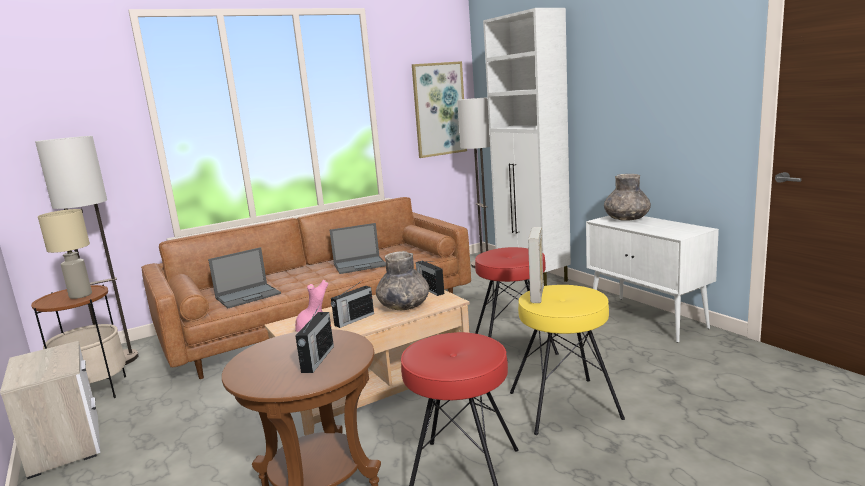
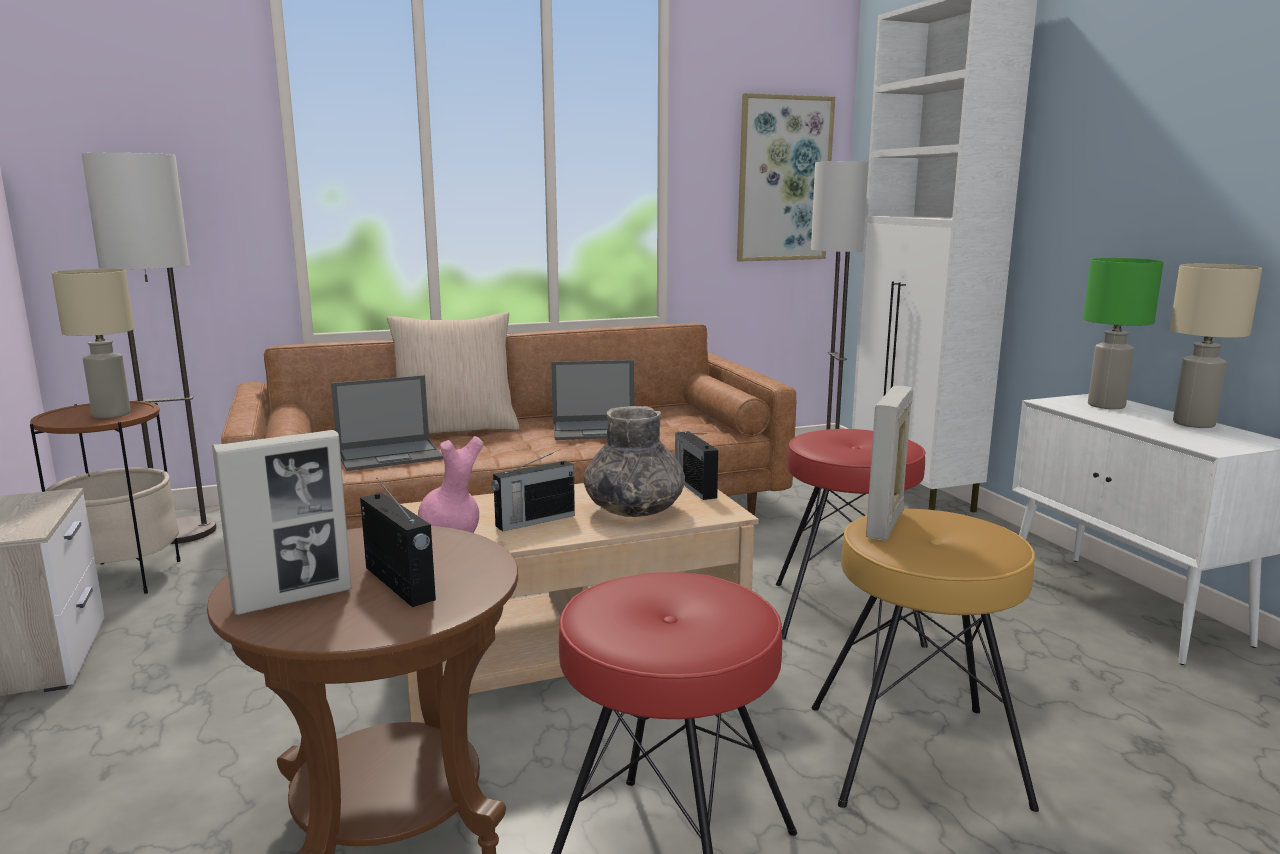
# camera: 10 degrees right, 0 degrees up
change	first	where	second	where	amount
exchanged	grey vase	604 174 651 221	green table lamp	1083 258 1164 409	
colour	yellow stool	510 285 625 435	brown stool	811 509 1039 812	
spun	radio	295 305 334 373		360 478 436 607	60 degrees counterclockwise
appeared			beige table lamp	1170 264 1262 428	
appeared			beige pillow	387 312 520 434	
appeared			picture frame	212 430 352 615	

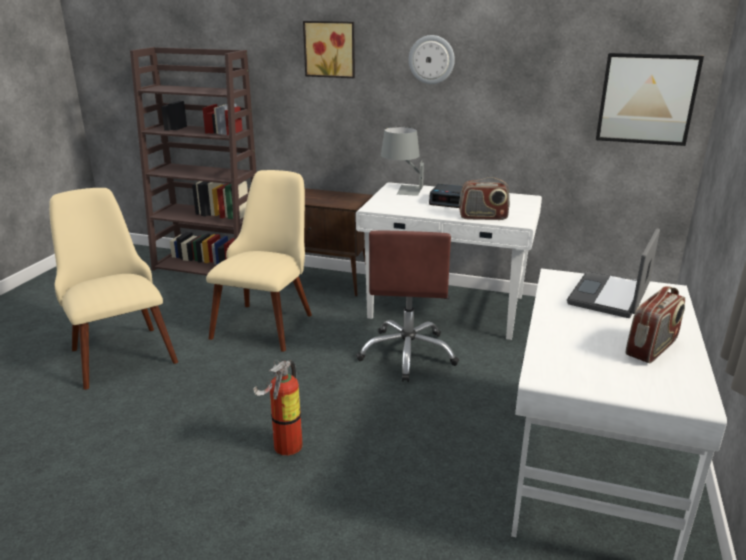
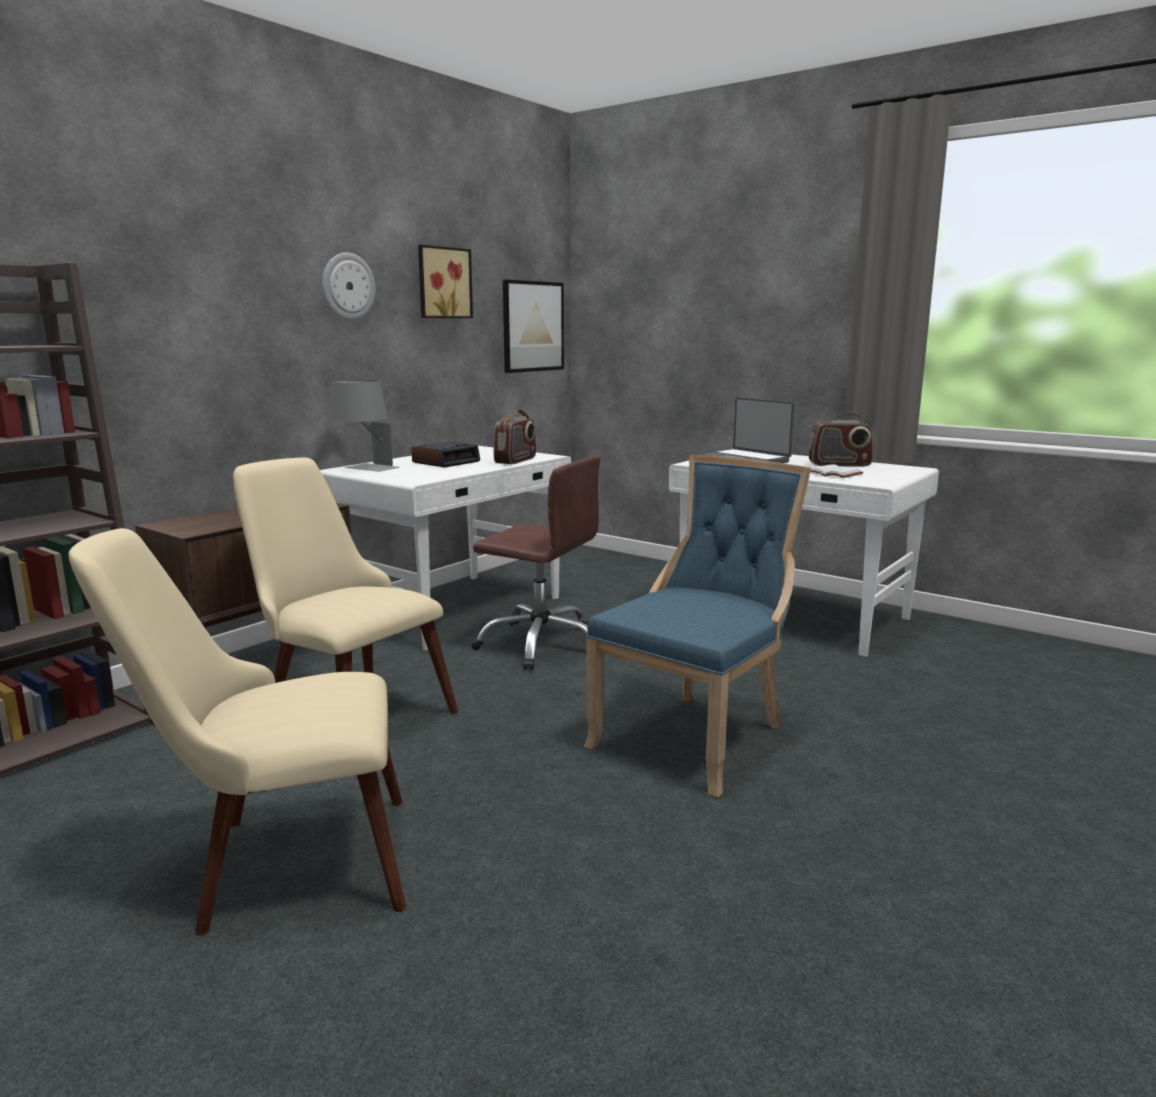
# camera: 70 degrees left, 10 degrees down
change	first	where	second	where	amount
relocated	picture	303 21 355 78		418 245 473 318	
spun	radio	625 286 685 364		809 413 874 467	120 degrees clockwise
exchanged	fire extinguisher	253 360 303 456	blue chair	584 455 811 797	
appeared			white book	810 464 864 478	

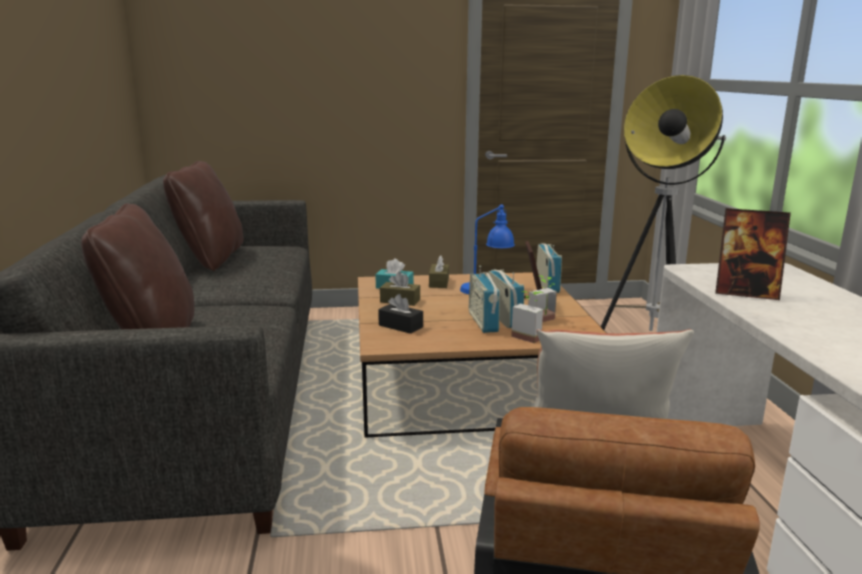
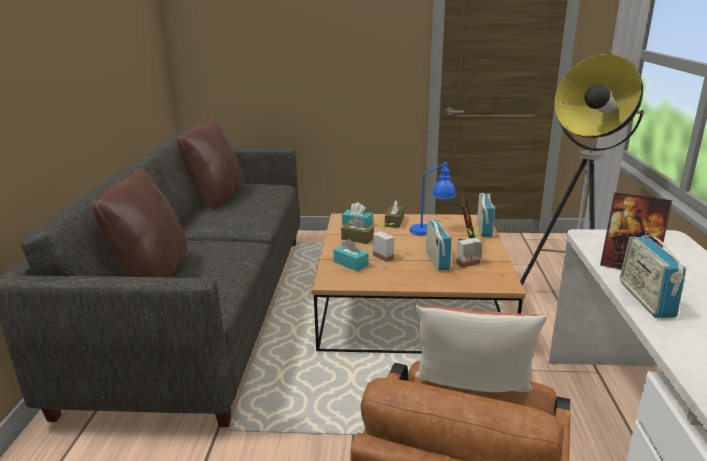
# camera: 10 degrees right, 5 degrees up
change	first	where	second	where	amount
relocated	radio	469 266 500 333		620 228 686 318	
relocated	potted plant	511 291 543 343		373 222 394 262	
colour	black tissue box	378 294 423 334	turquoise tissue box	334 239 368 271	

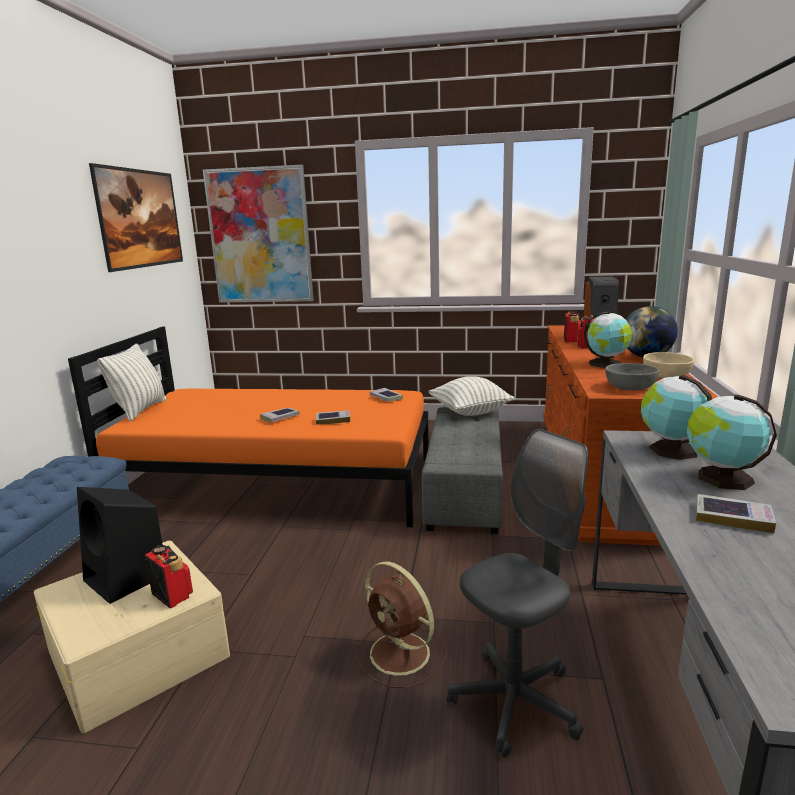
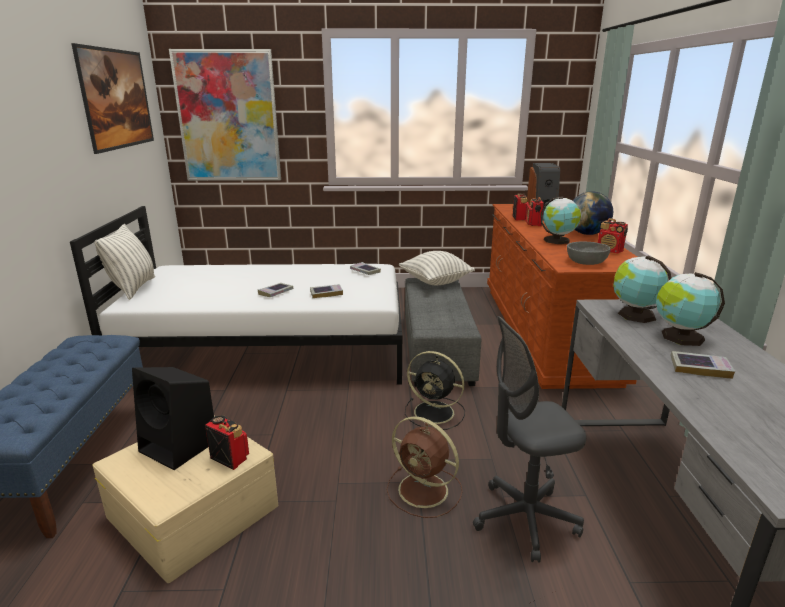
# camera: 10 degrees left, 5 degrees up
change	first	where	second	where	amount
colour	orange bed	68 327 429 527	white bed	70 206 402 385	
exchanged	beige bowl	643 352 694 378	radio	598 218 628 253	
spun	grey office chair	447 429 588 758		473 316 586 563	150 degrees counterclockwise
appeared			black fan	405 351 465 430	

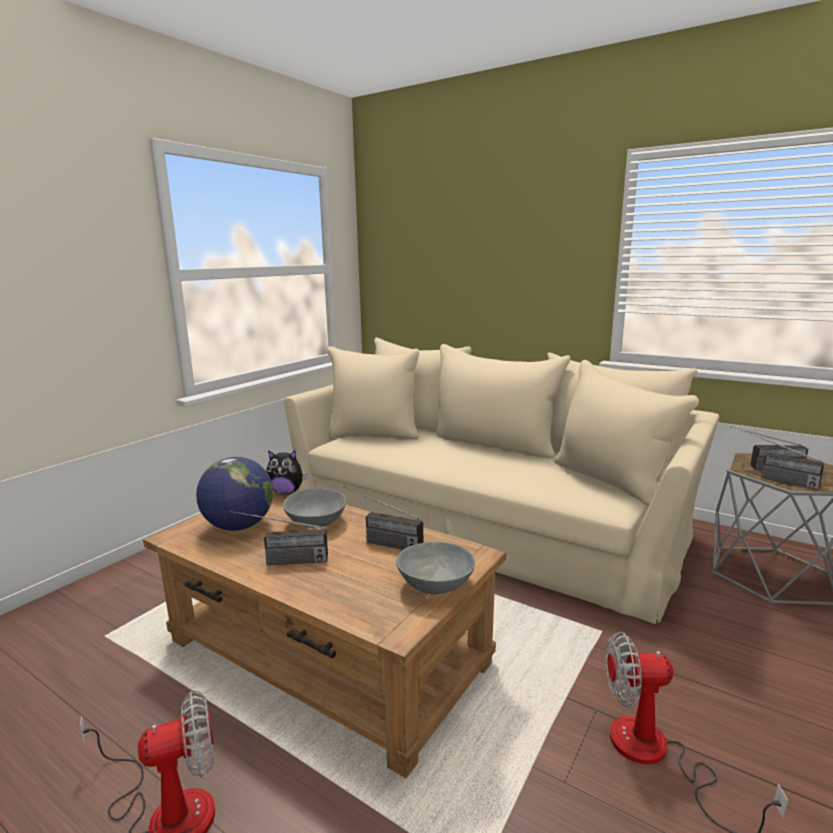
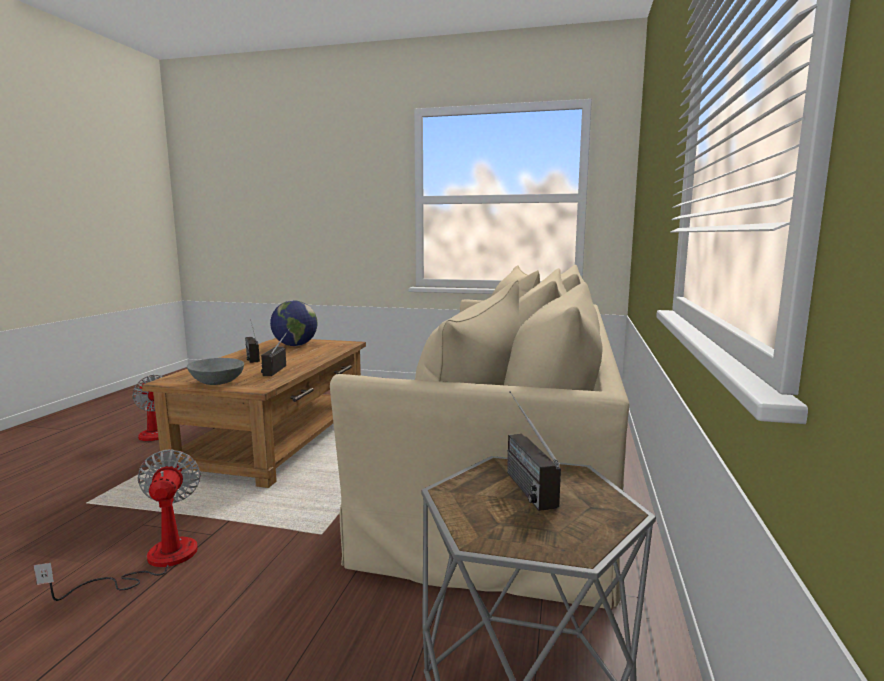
# camera: 70 degrees right, 5 degrees down
change	first	where	second	where	amount
missing	radio	741 429 824 490			
missing	plush toy	266 450 308 495			
missing	grey bowl	283 488 346 528			

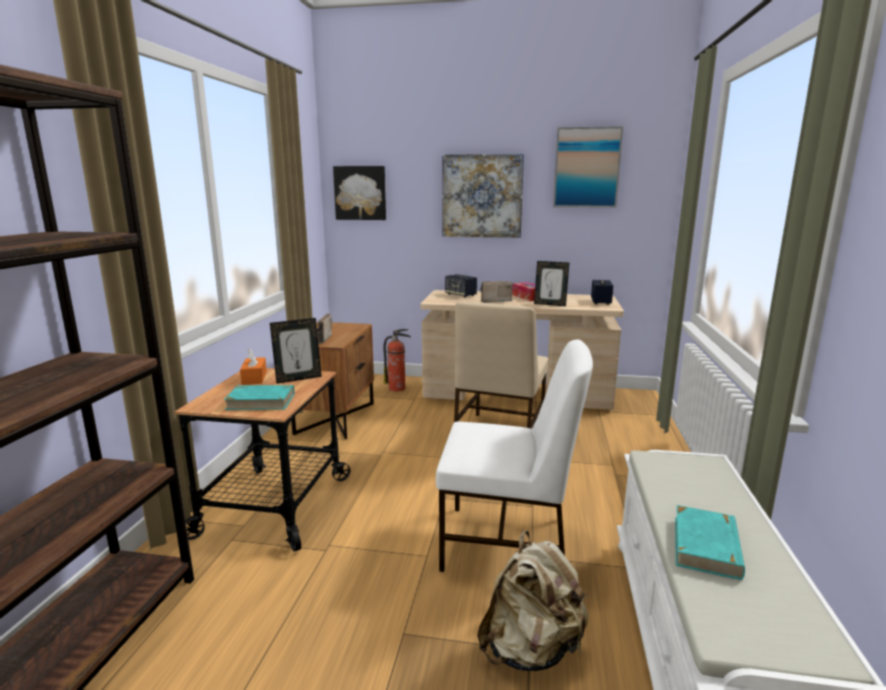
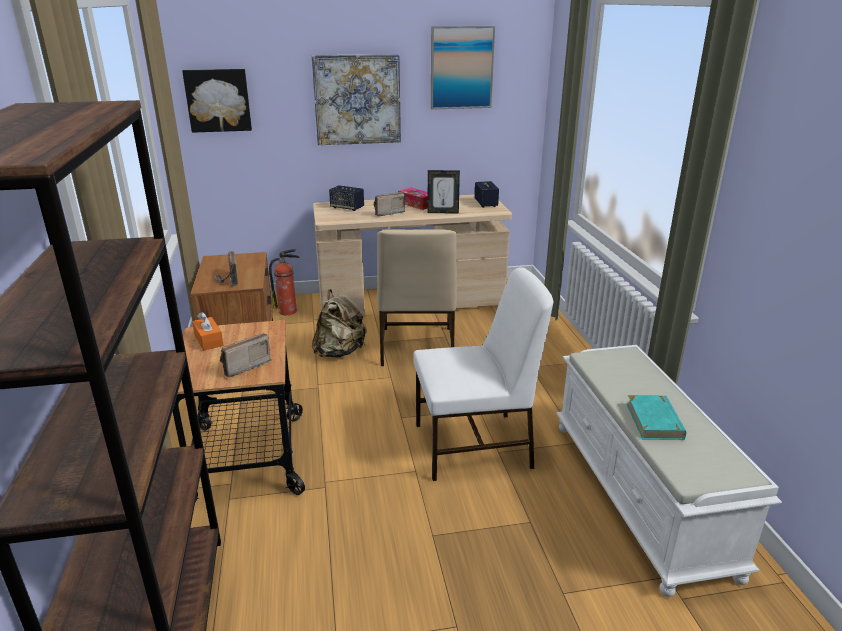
# camera: 20 degrees left, 10 degrees up
change	first	where	second	where	amount
missing	picture frame	270 318 322 384			
exchanged	turquoise book	224 385 294 410	radio	220 333 272 377	
relocated	beige backpack	477 531 588 671		312 289 367 358	

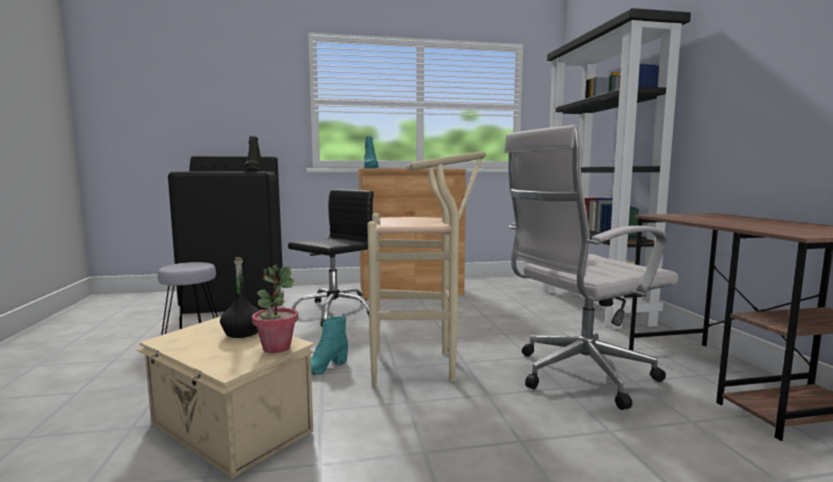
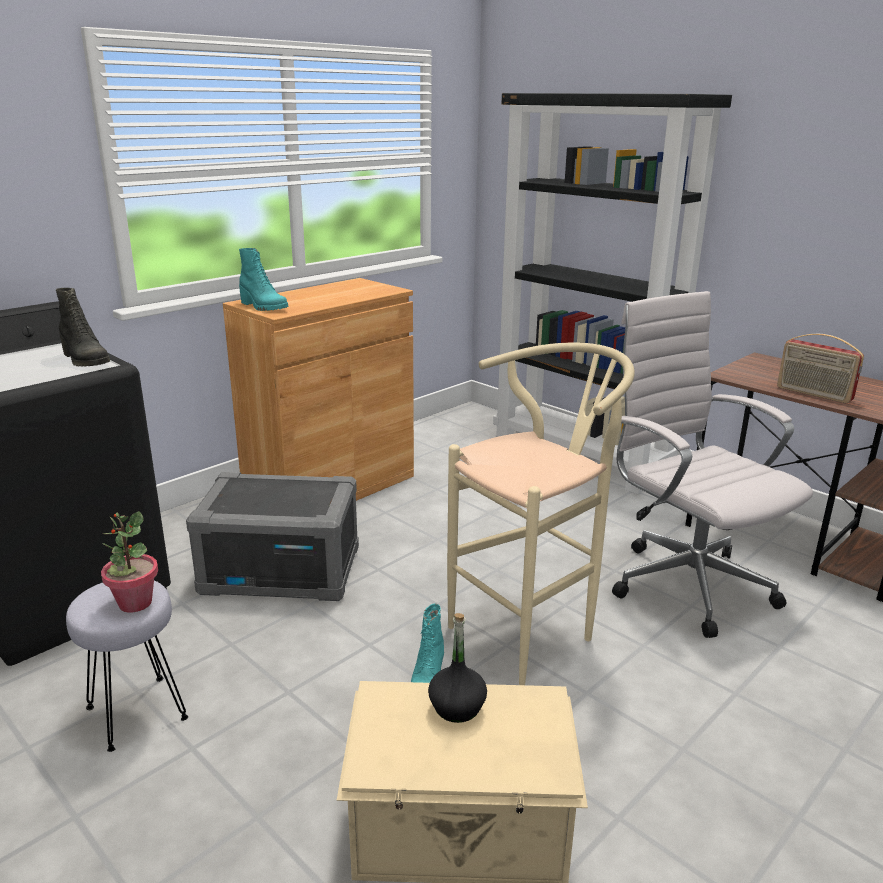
# camera: 35 degrees left, 15 degrees up
change	first	where	second	where	amount
spun	white office chair	504 125 678 410		612 291 813 638	120 degrees clockwise
exchanged	black office chair	288 190 374 326	grey storage box	186 472 359 601	
relocated	potted plant	252 265 298 353		101 511 158 613	
appeared			radio	777 334 864 403	

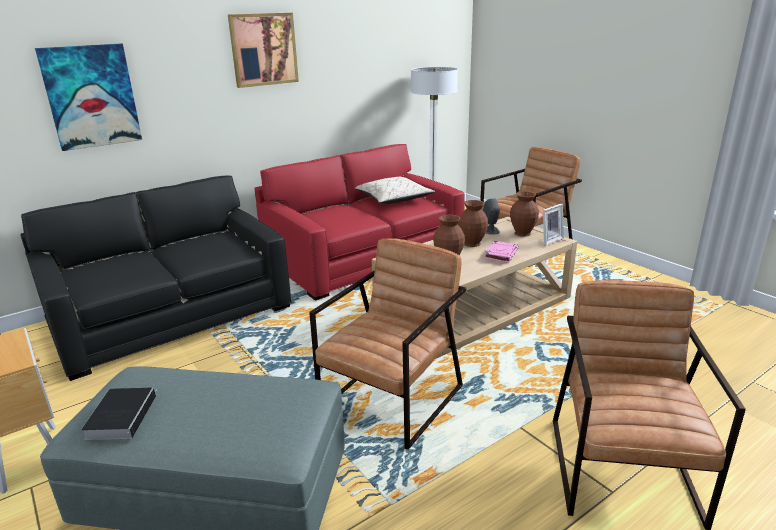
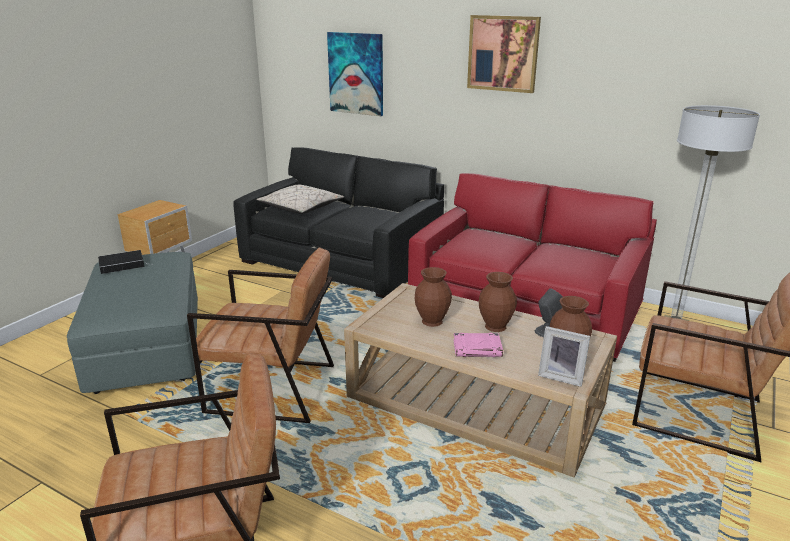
# camera: 65 degrees right, 0 degrees up
change	first	where	second	where	amount
relocated	beige pillow	355 177 435 204		256 185 344 214	

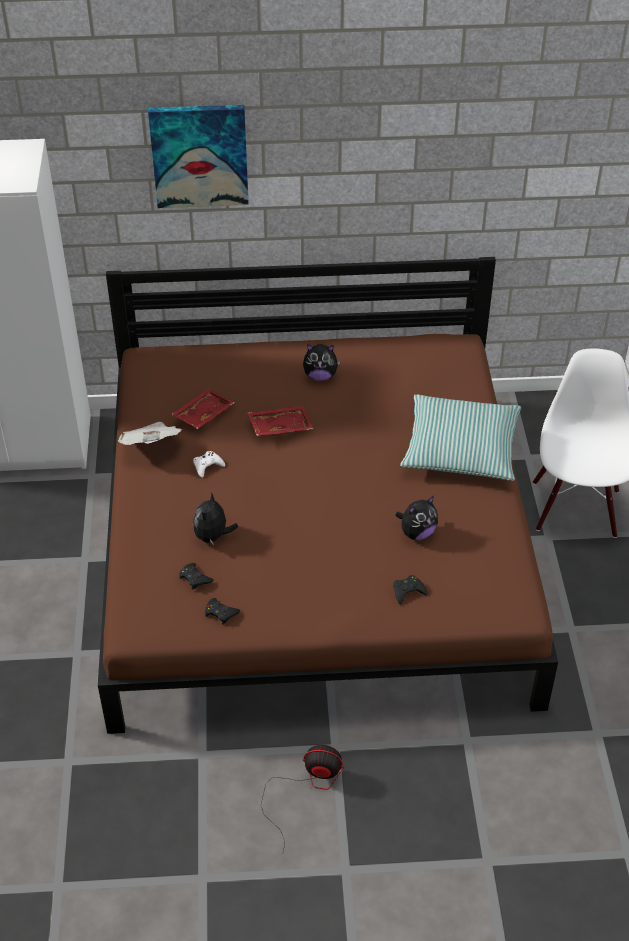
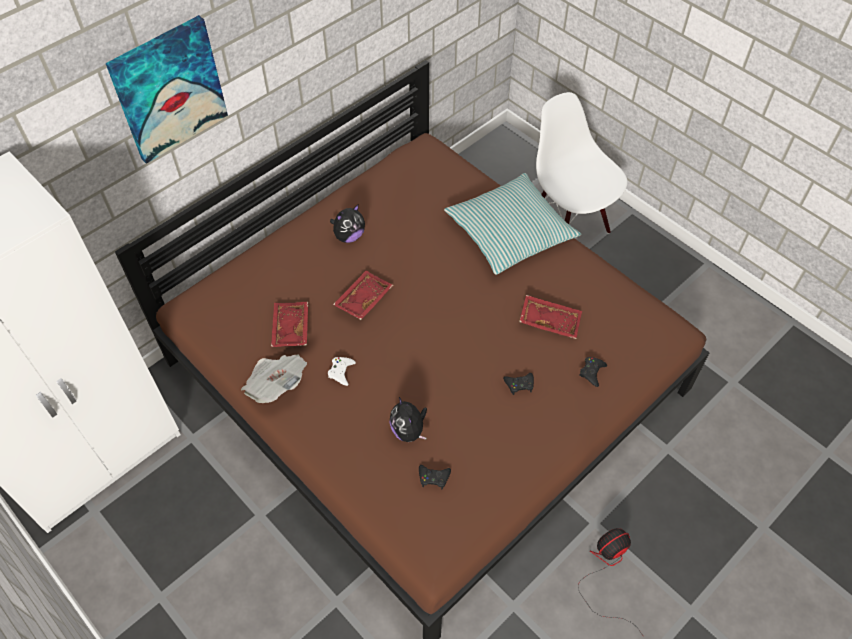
# camera: 40 degrees left, 10 degrees up
change	first	where	second	where	amount
exchanged	plush toy	395 496 438 540	red tray	519 295 582 339	
relocated	black game controller	205 598 240 625		503 373 534 395	

